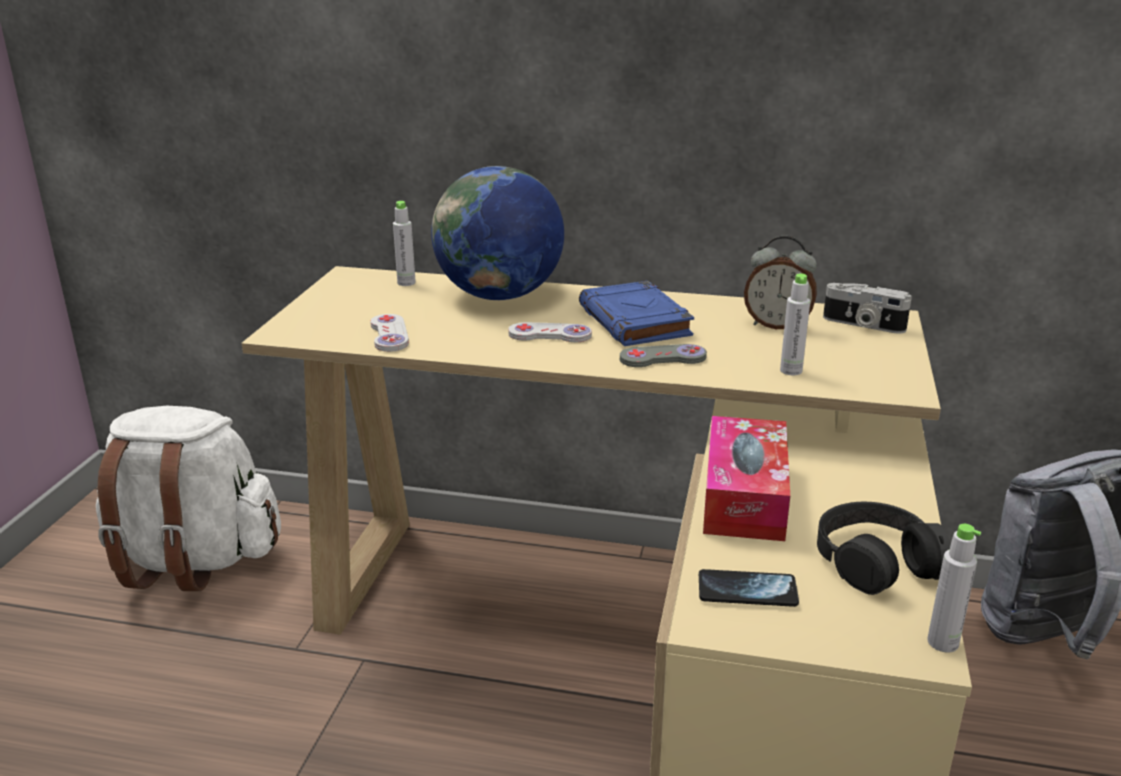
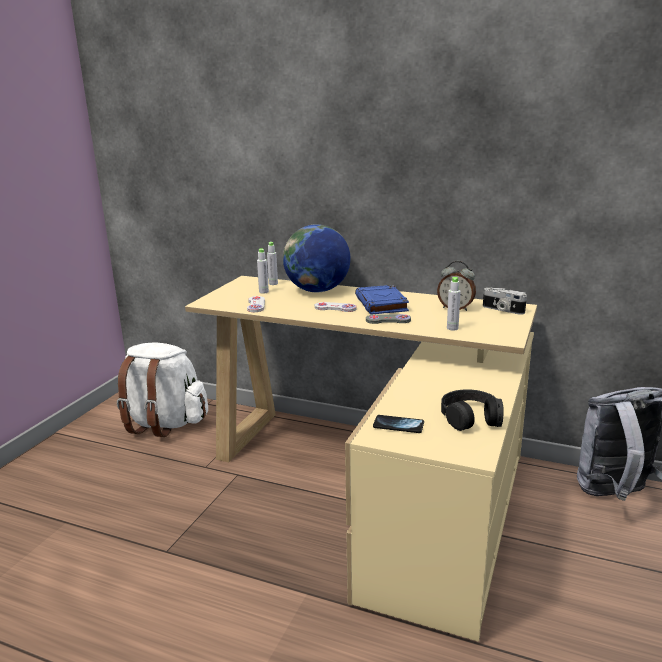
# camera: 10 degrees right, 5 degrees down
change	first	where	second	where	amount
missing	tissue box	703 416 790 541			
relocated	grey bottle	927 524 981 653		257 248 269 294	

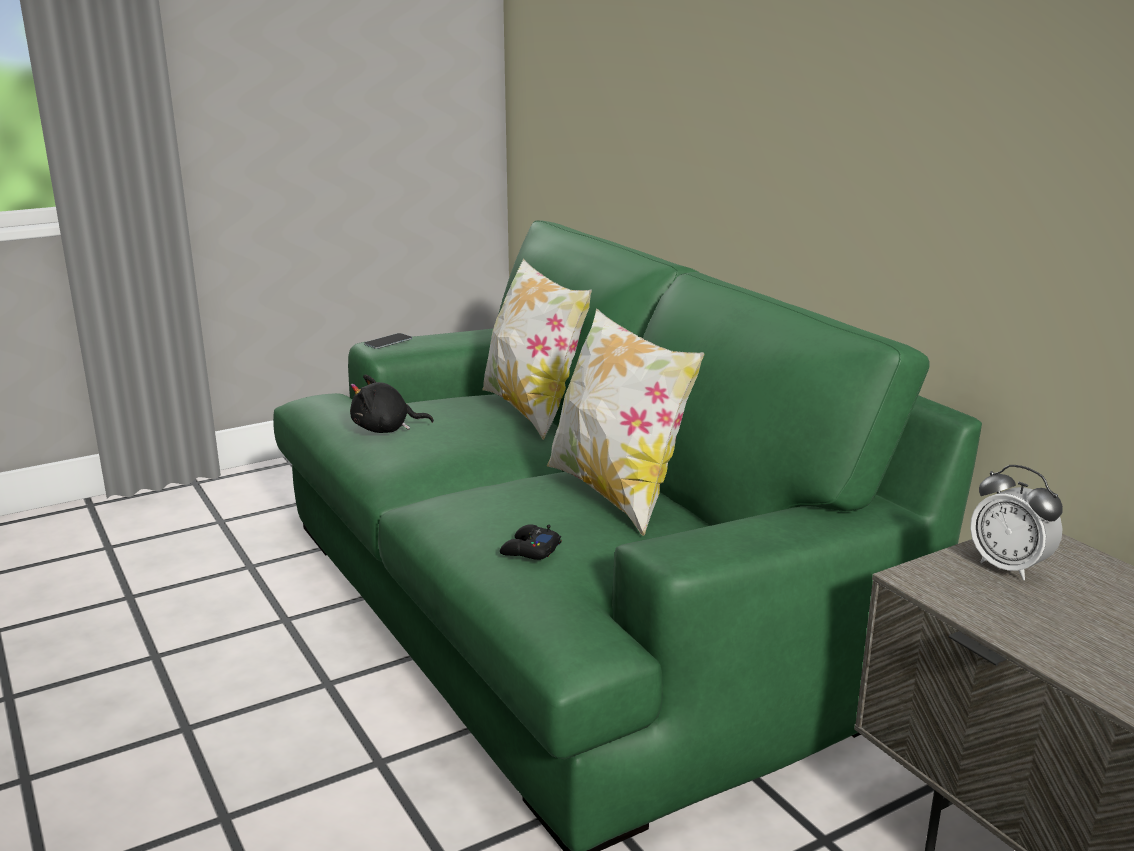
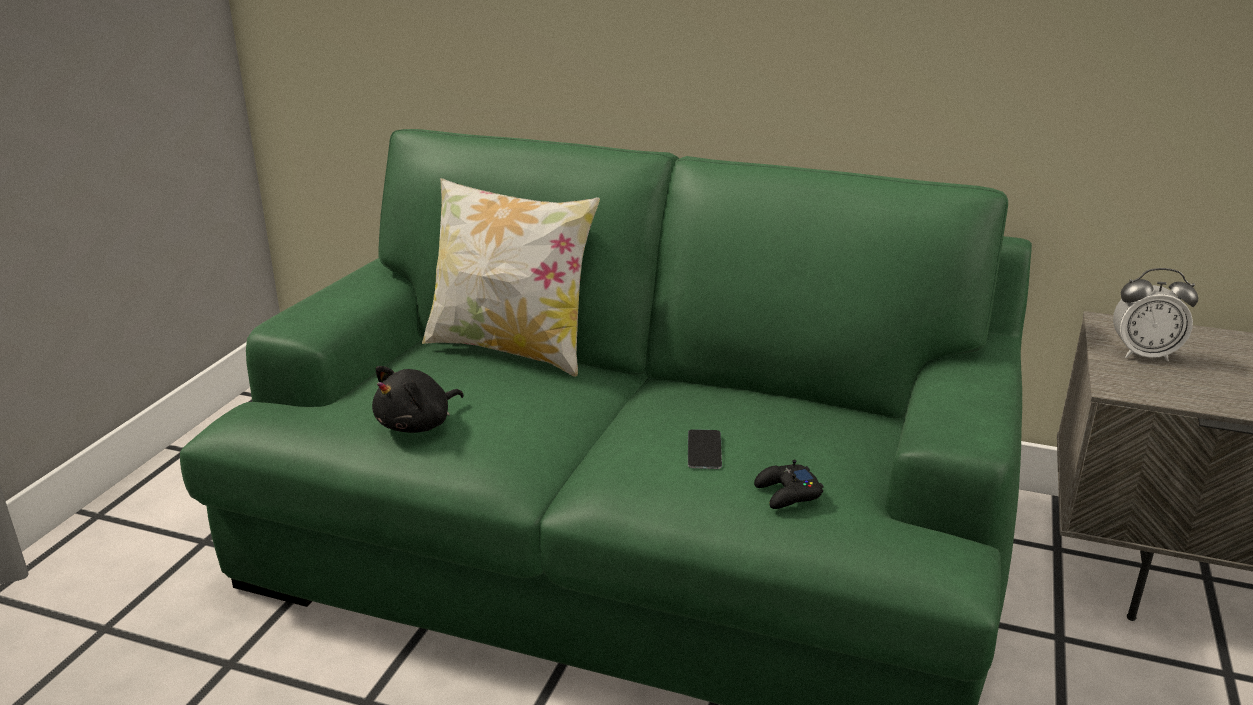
# camera: 40 degrees left, 5 degrees up
change	first	where	second	where	amount
missing	pillow	547 308 704 536			
relocated	phone	364 333 412 349		688 429 722 469	

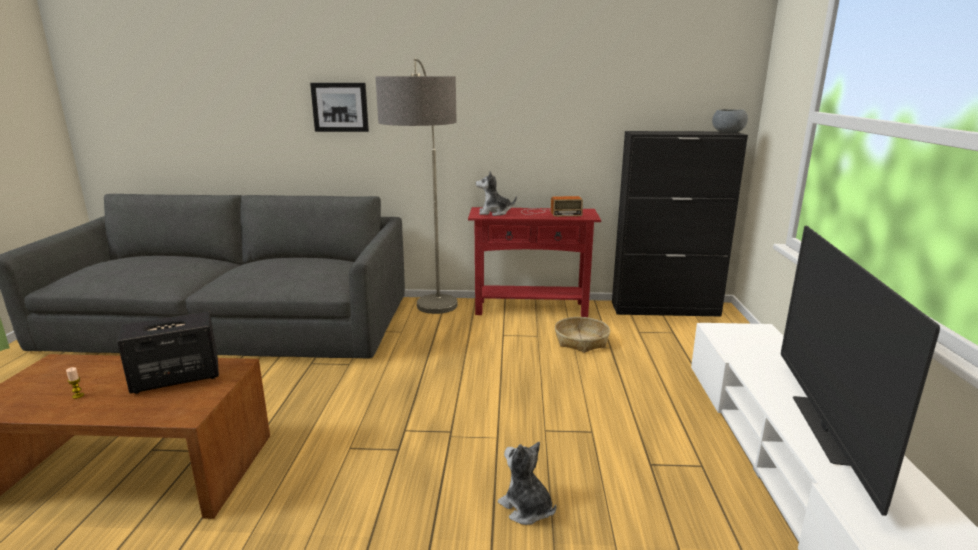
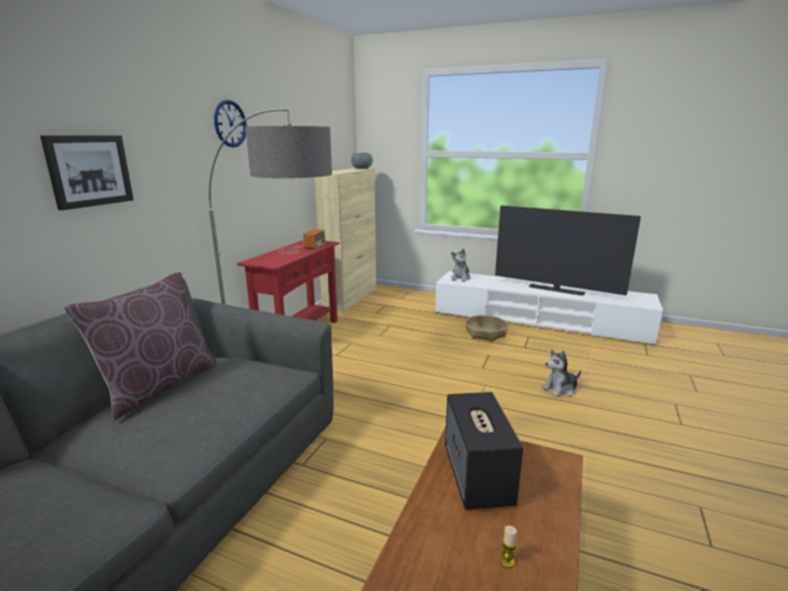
# camera: 70 degrees left, 0 degrees up
change	first	where	second	where	amount
colour	black cabinet	612 131 748 317	beige cabinet	315 168 376 312	
relocated	plush toy	476 171 517 216		451 249 471 282	
relocated	basket	555 317 610 353		465 315 508 342	
appeared			wall clock	214 100 247 147	
appeared			brown pillow	64 272 218 420	

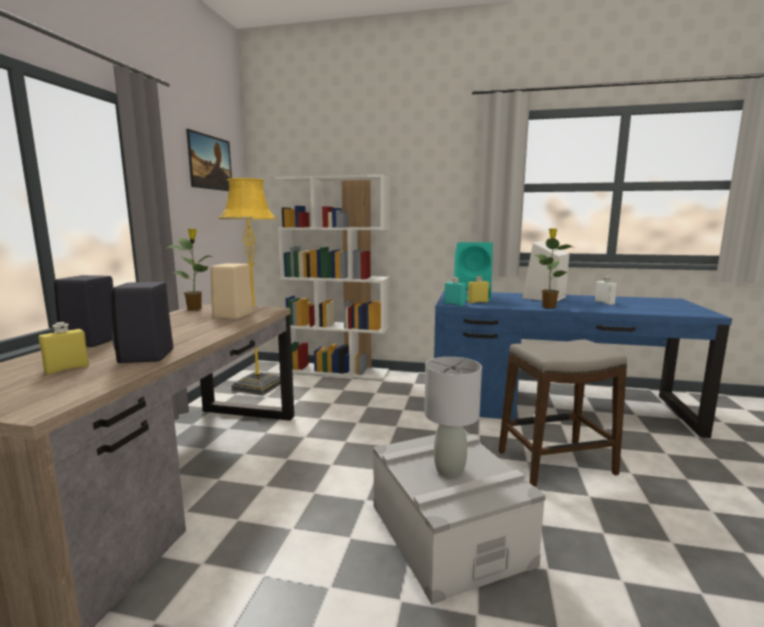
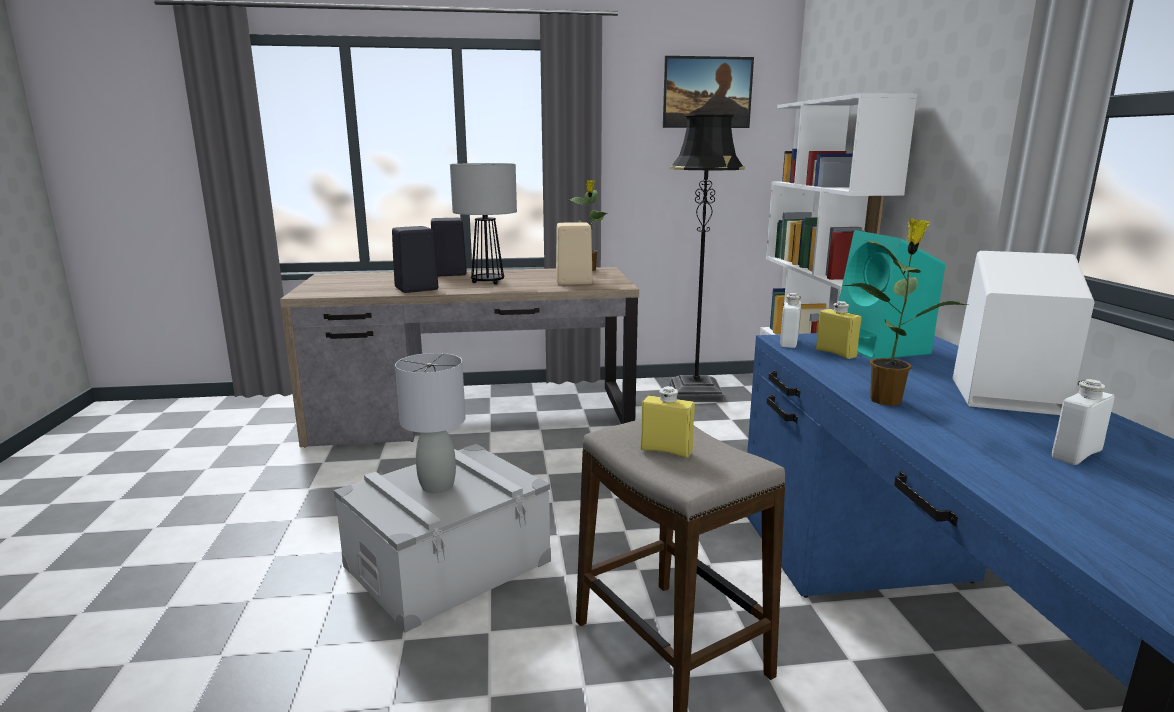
# camera: 70 degrees right, 5 degrees up
change	first	where	second	where	amount
colour	yellow floor lamp	219 178 281 396	black floor lamp	669 114 745 402	
colour	turquoise bottle	444 277 466 306	white bottle	780 293 801 348	
relocated	yellow bottle	39 322 89 375		641 386 695 458	
appeared			table lamp	450 163 517 284	

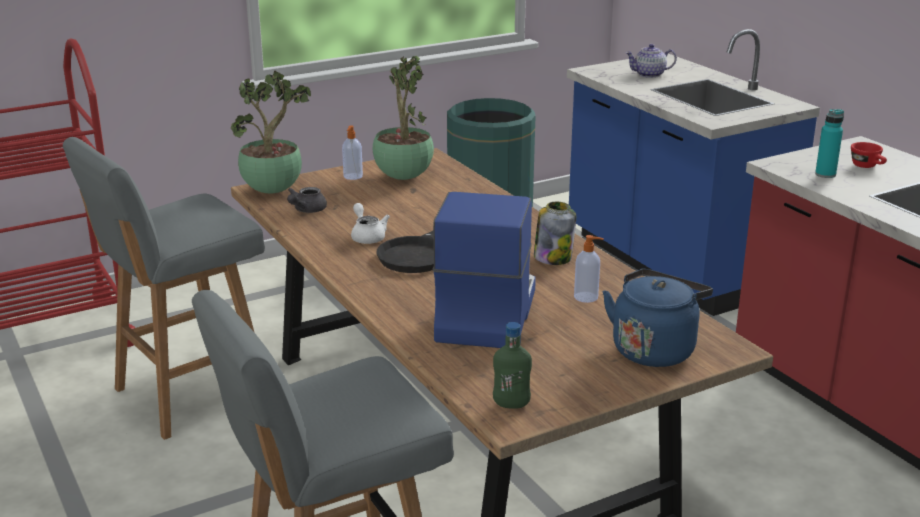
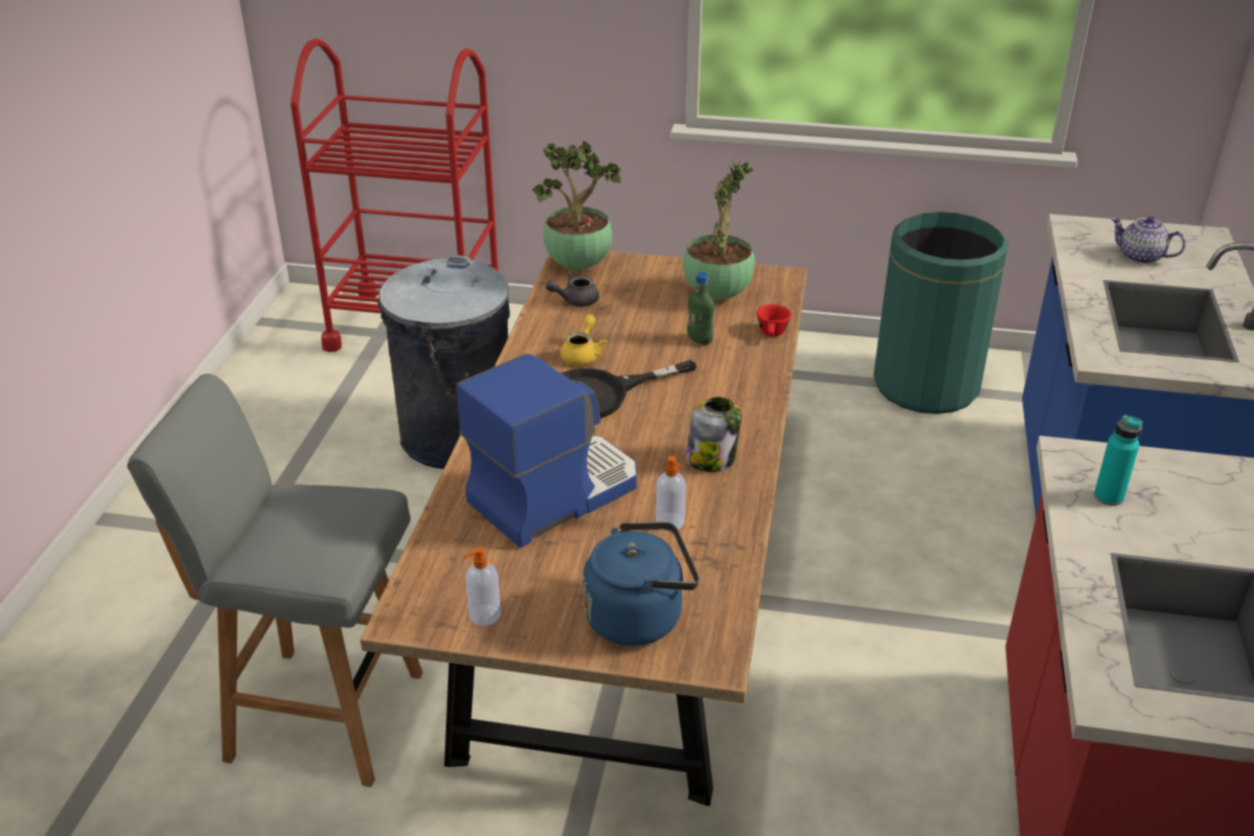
# camera: 40 degrees right, 10 degrees up
change	first	where	second	where	amount
relocated	soap dispenser	342 126 363 180		462 546 501 626	
exchanged	grey stool	63 137 265 440	grey trash can	378 255 510 469	
relocated	red cup	851 142 887 168		757 304 791 336	
colour	white teapot	351 203 390 244	yellow teapot	560 315 607 366	
relocated	green bottle	493 322 532 409		687 272 714 345	

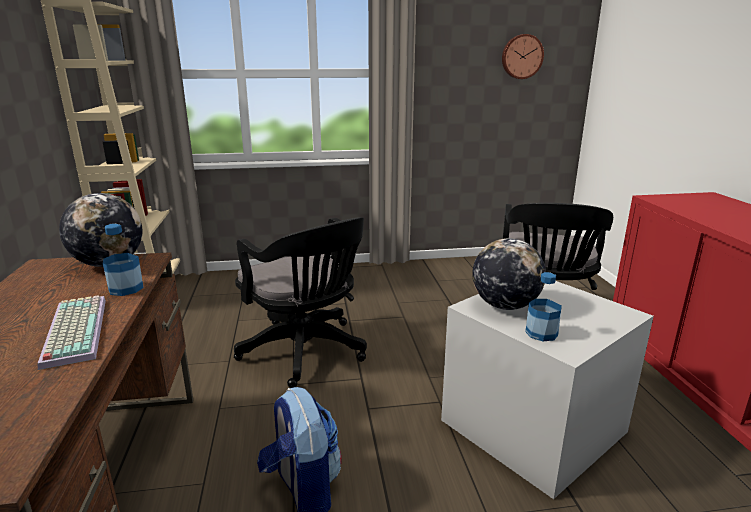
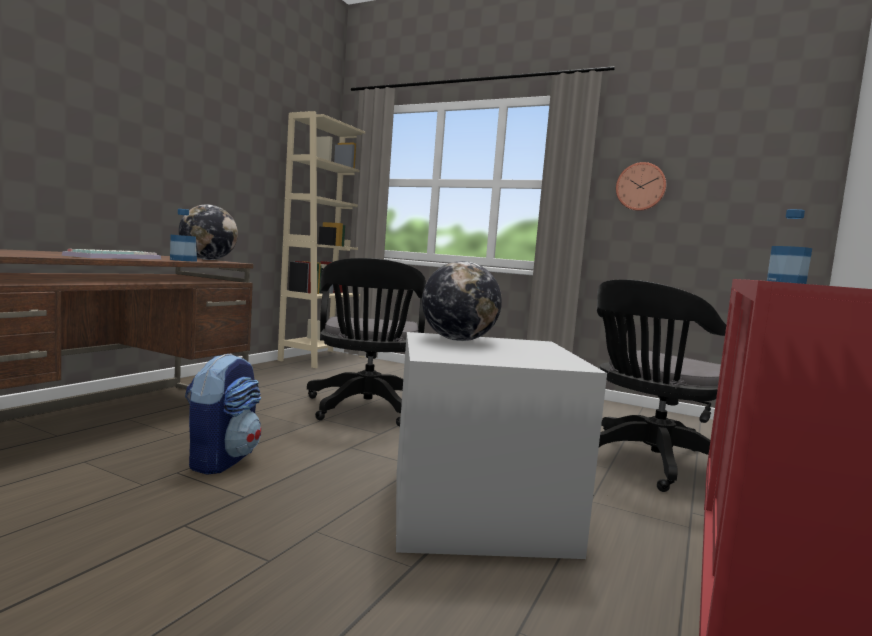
# camera: 35 degrees right, 15 degrees down
change	first	where	second	where	amount
relocated	wall clock	502 34 544 79		616 162 667 211	
relocated	bottle	525 272 562 341		767 209 812 284	

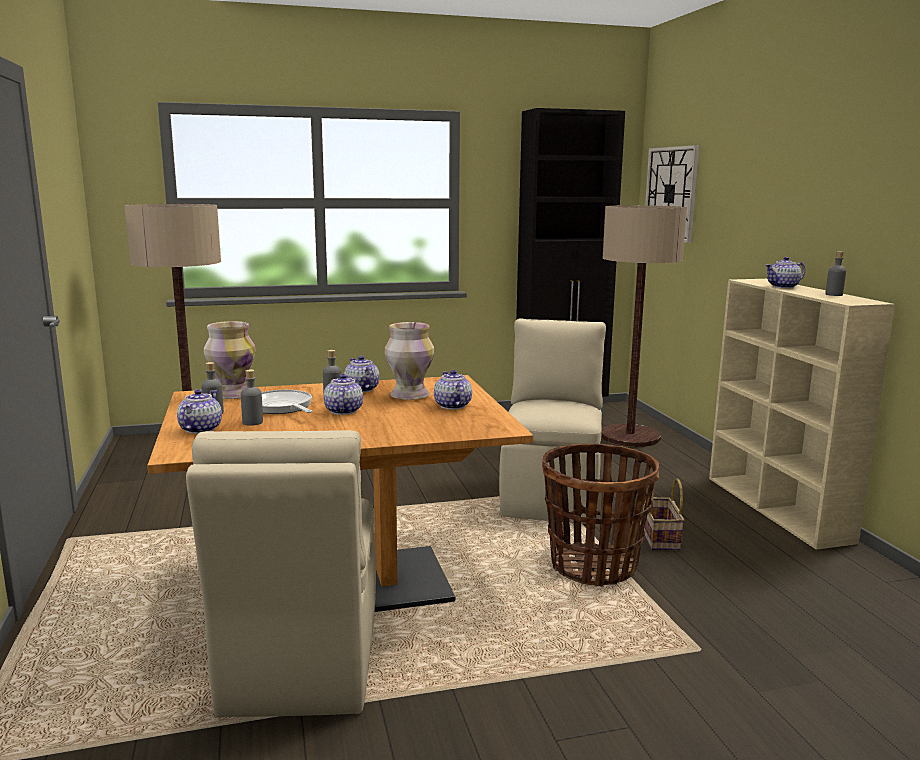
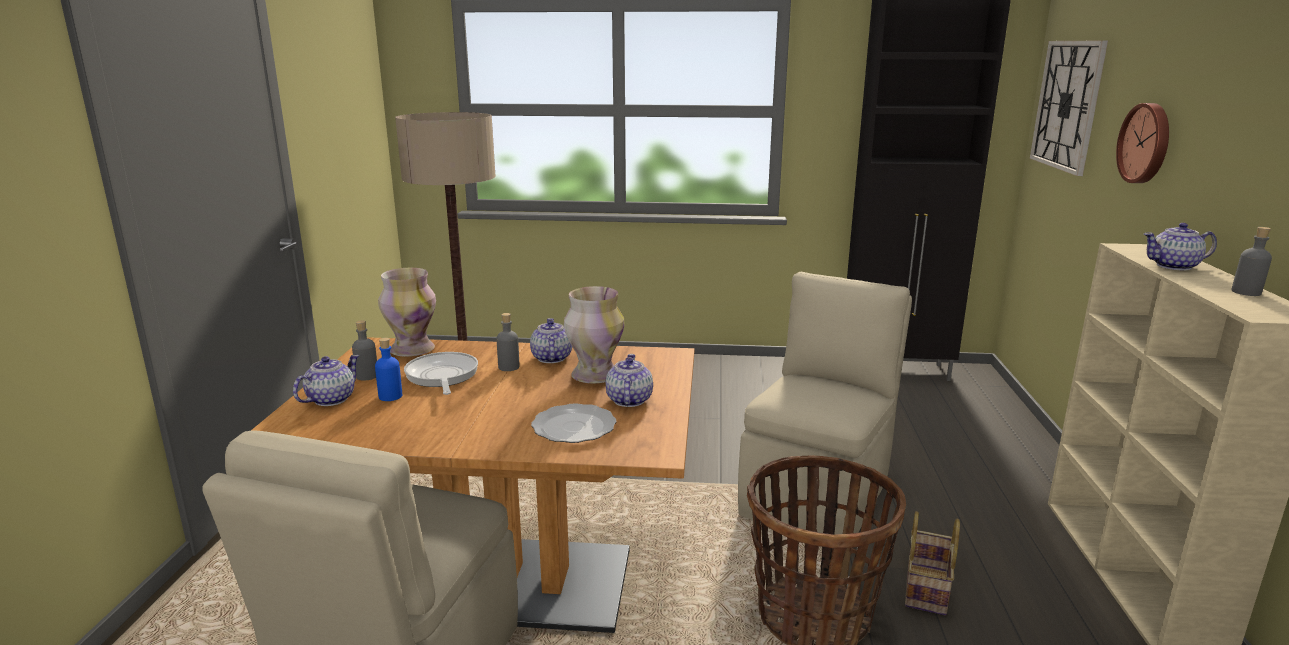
# camera: 20 degrees right, 5 degrees up
change	first	where	second	where	amount
missing	floor lamp	601 205 687 447			
colour	grey bottle	241 370 263 426	blue bottle	375 338 402 401	
missing	teapot	324 374 363 415			
appeared			wall clock	1116 103 1169 183	
appeared			plate	531 403 617 443	

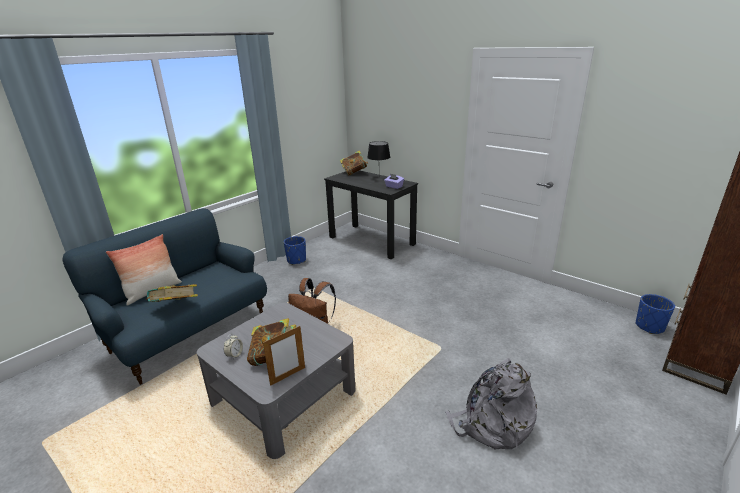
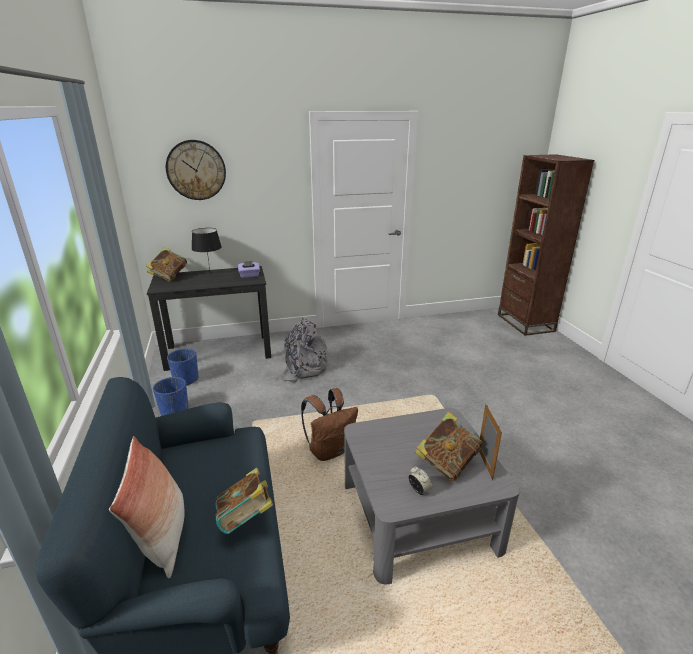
# camera: 55 degrees left, 0 degrees up
change	first	where	second	where	amount
relocated	blue planter	636 294 675 334		167 348 198 386	
relocated	grey backpack	445 358 537 450		275 317 329 383	
appeared			wall clock	166 140 226 200	

